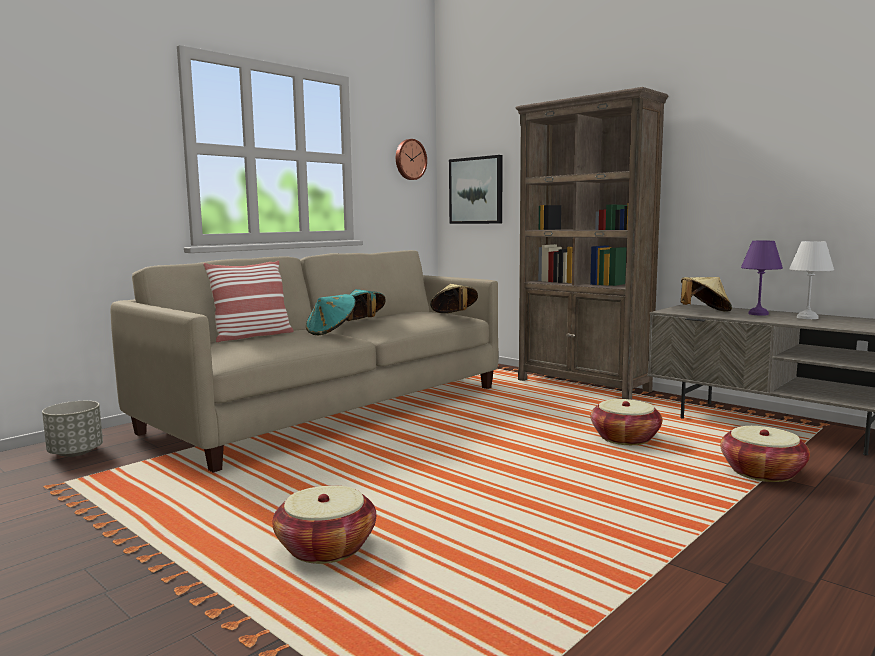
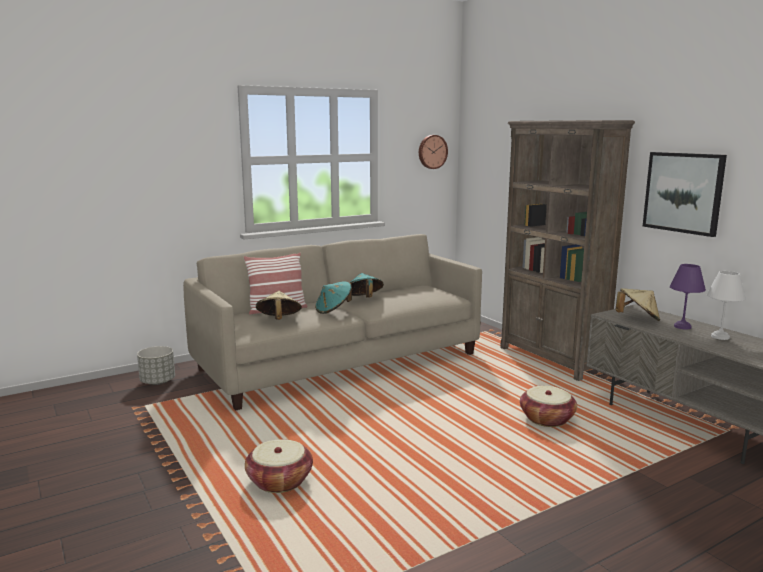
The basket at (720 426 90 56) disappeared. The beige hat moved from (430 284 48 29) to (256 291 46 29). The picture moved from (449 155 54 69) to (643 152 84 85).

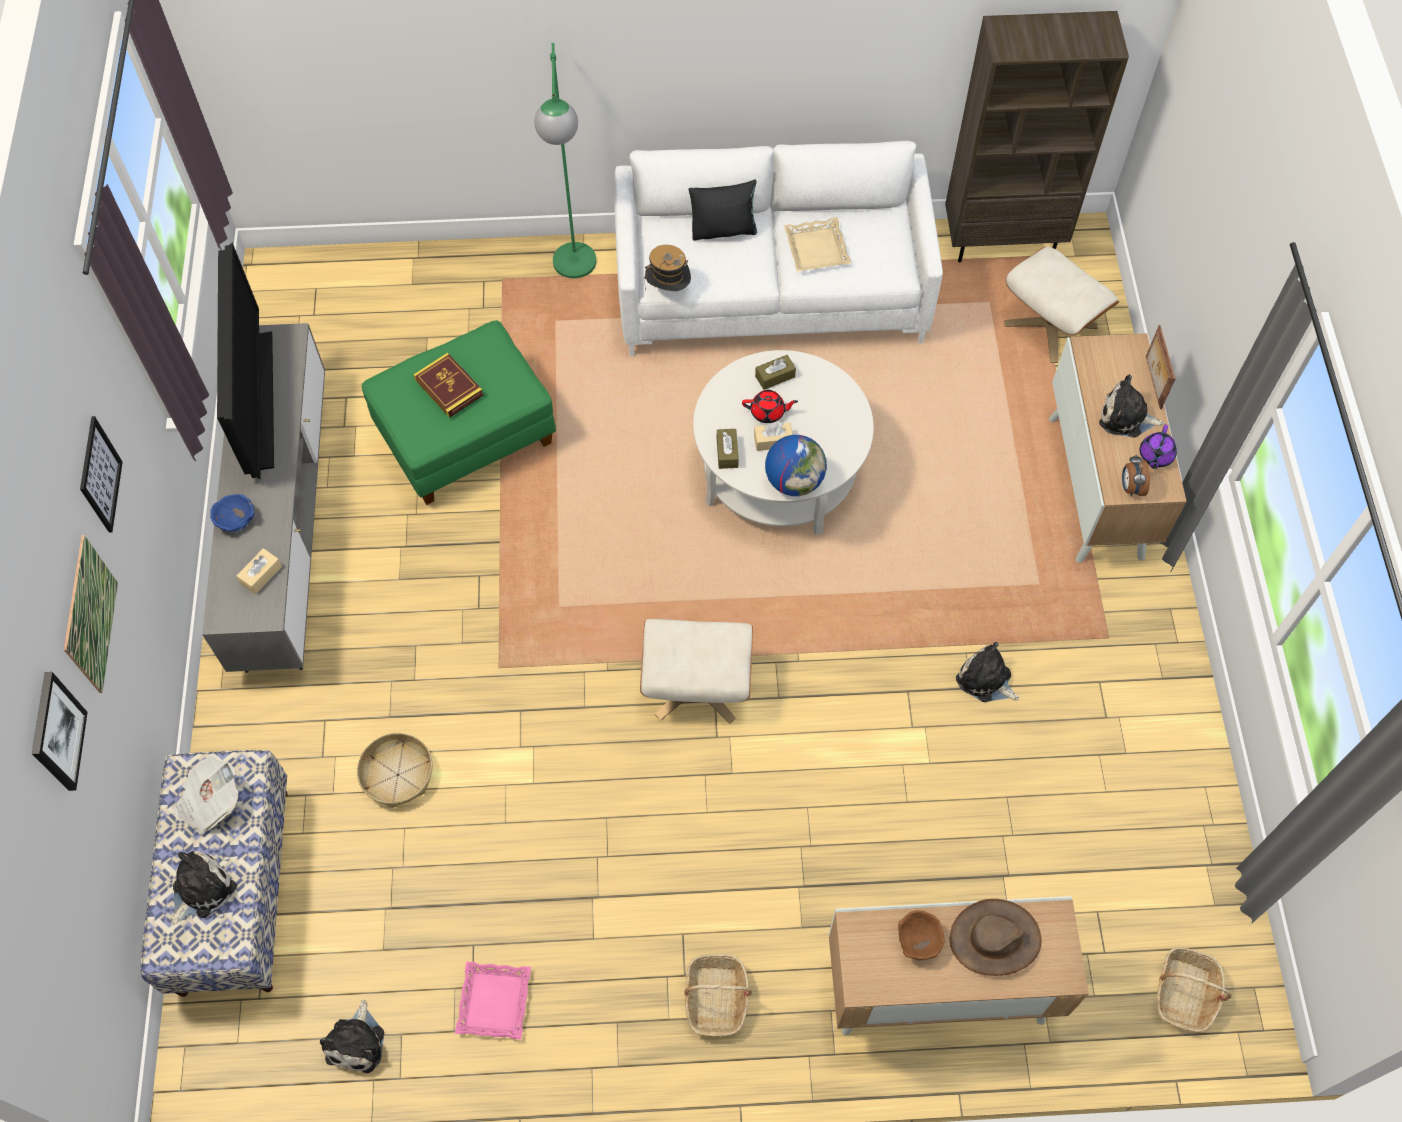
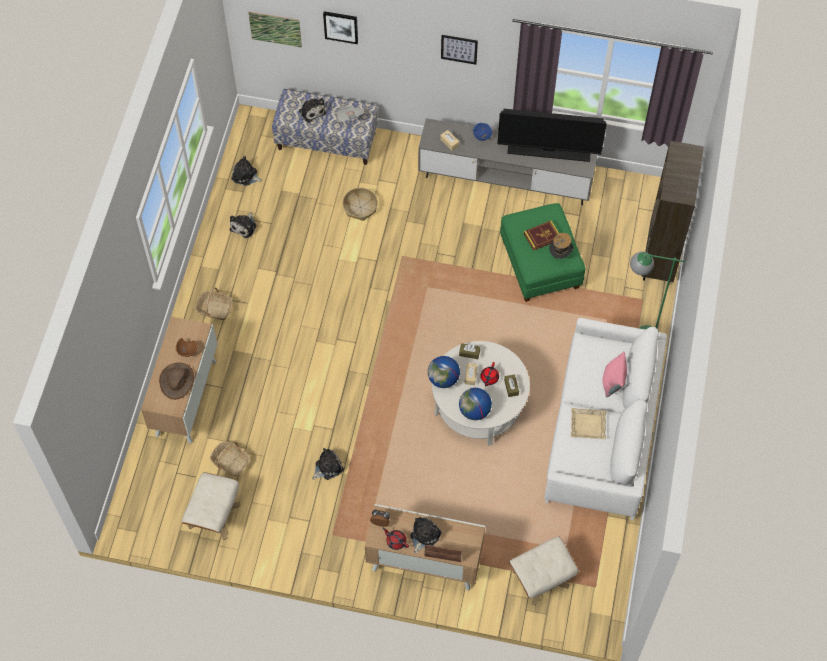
The globe at (459 388 33 32) appeared. The picture moved from (64 535 54 158) to (248 12 54 35). The beige ottoman moved from (640 619 113 105) to (182 472 59 68). The hat moved from (644 245 47 46) to (549 233 25 26). The brown bookcase moved from (945 11 184 252) to (642 141 62 143). The basket moved from (1157 947 75 86) to (210 441 40 35). The pink tray at (455 961 76 79) was replaced by the plush toy at (230 212 26 26). The black pillow at (689 180 68 61) became the pink pillow at (602 352 25 46). The purple teapot at (1140 425 37 44) became the red teapot at (383 528 26 22).

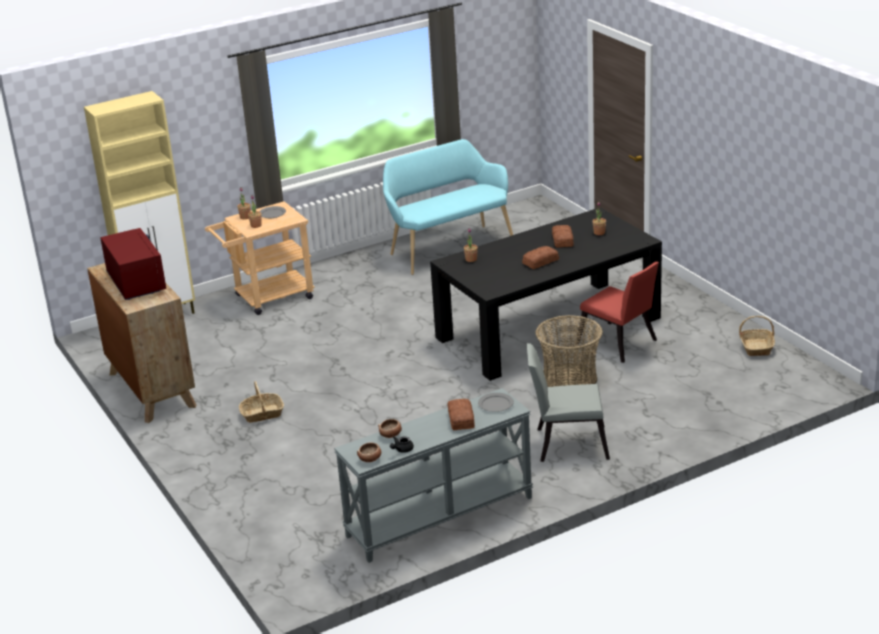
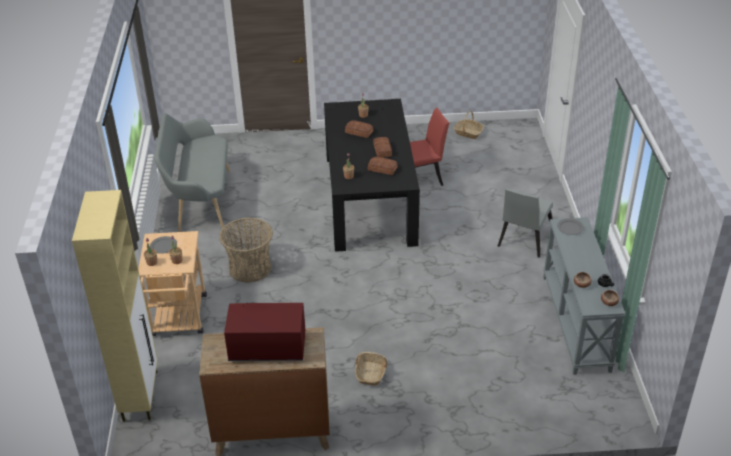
The bread moved from (448 399 27 31) to (368 157 30 18). The basket moved from (535 315 68 72) to (219 218 54 65). The turquoise bench at (383 139 130 136) became the grey bench at (154 113 76 119).

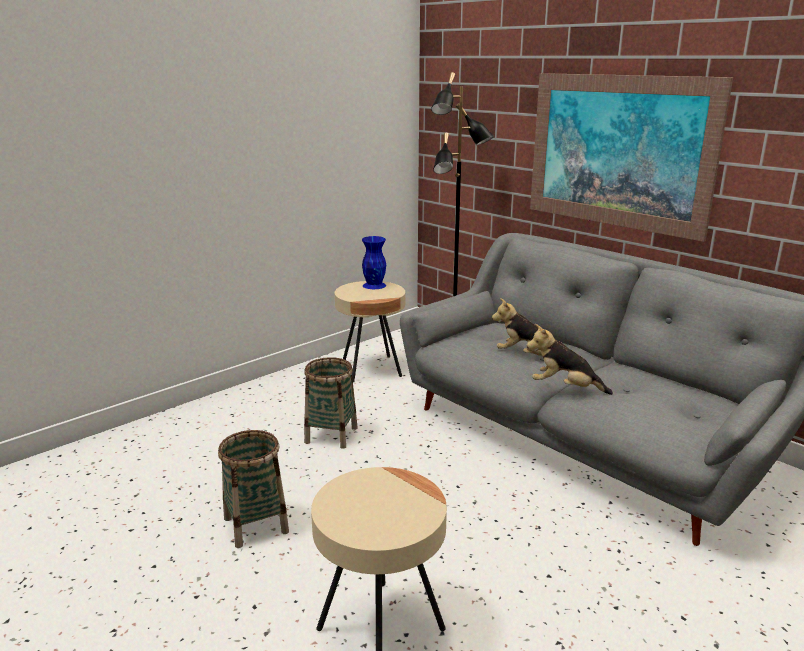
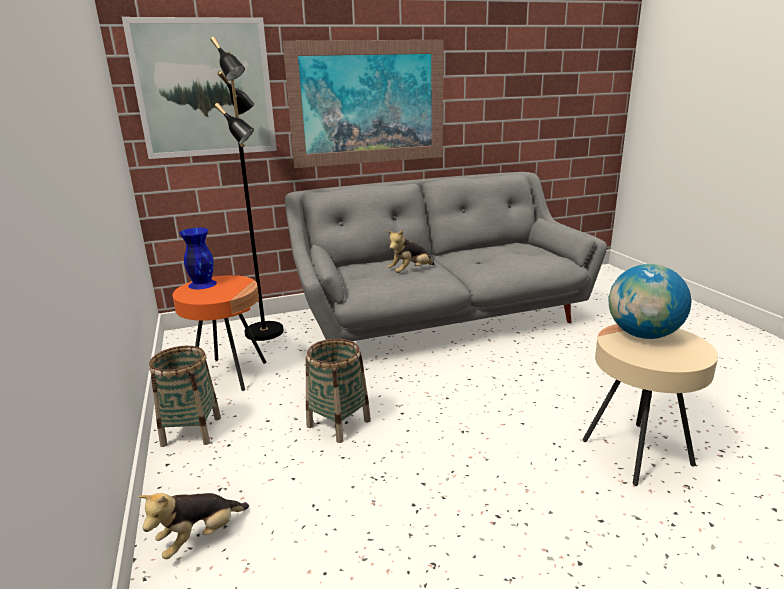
The picture at (122 17 155 142) appeared. The globe at (609 264 83 75) appeared. The basket moved from (218 430 71 118) to (149 346 72 101). The plush toy moved from (527 324 86 71) to (139 493 110 66). The beige side table at (335 281 70 101) became the orange side table at (173 275 93 116).

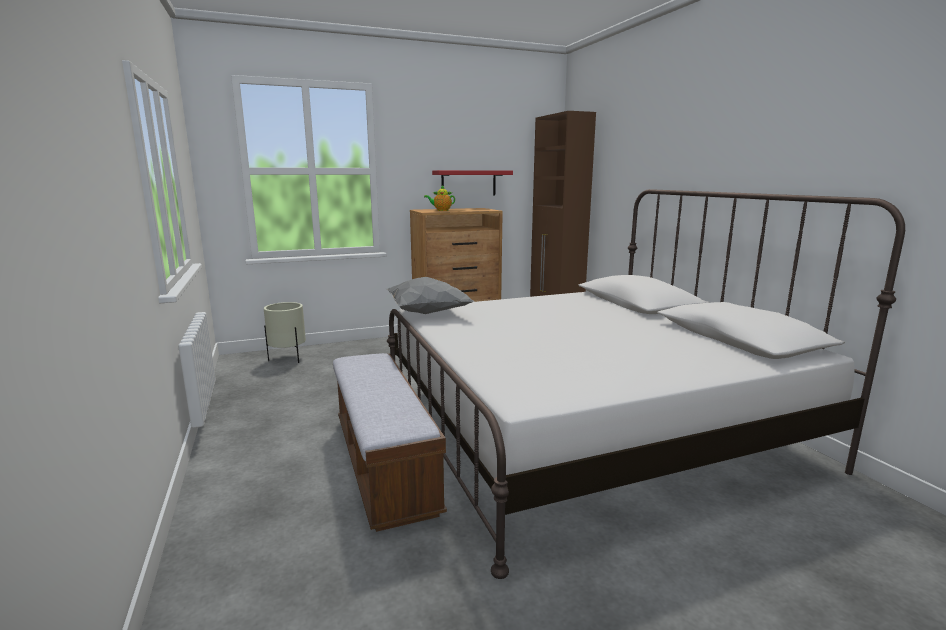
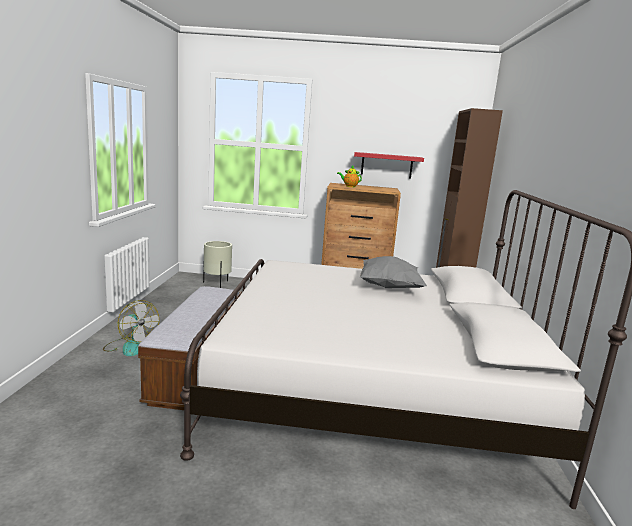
The fan at (103 300 56 56) appeared. The grey pillow moved from (386 277 88 37) to (360 256 67 32).

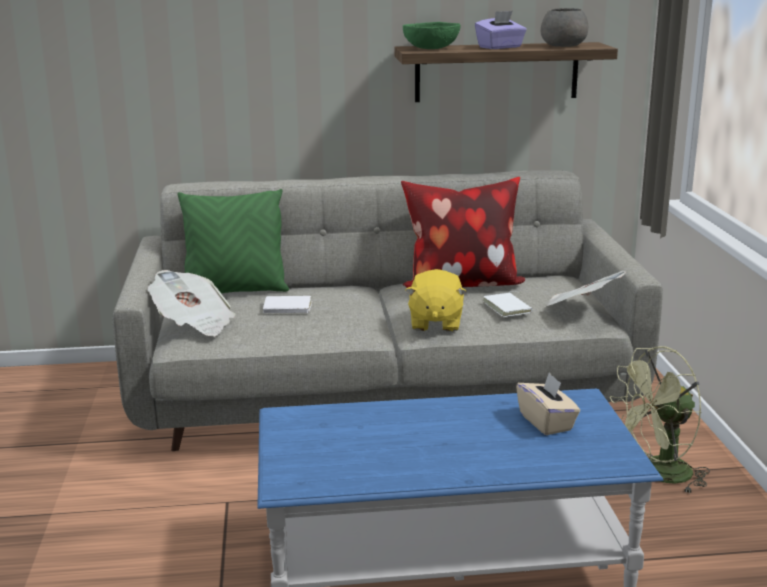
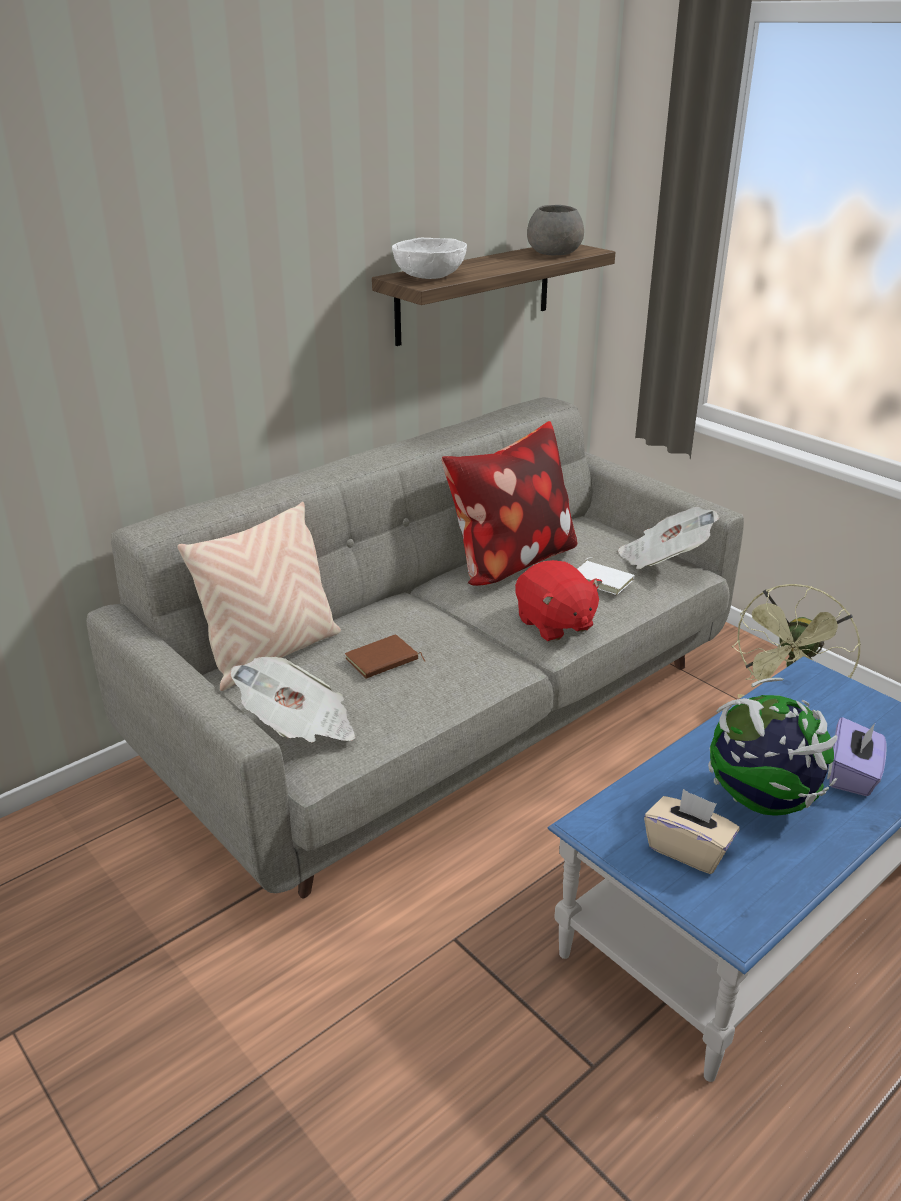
The globe at (708 678 129 138) appeared. The purple tissue box moved from (475 11 52 38) to (830 717 56 79). The beige tissue box moved from (516 373 64 62) to (644 789 95 85). The green pillow at (178 189 111 105) became the beige pillow at (177 502 164 189). The white book at (263 296 49 17) became the brown book at (345 634 80 45). The green bowl at (403 22 58 27) became the white bowl at (392 238 75 41). The yellow plush toy at (405 269 62 63) became the red plush toy at (515 560 87 82).

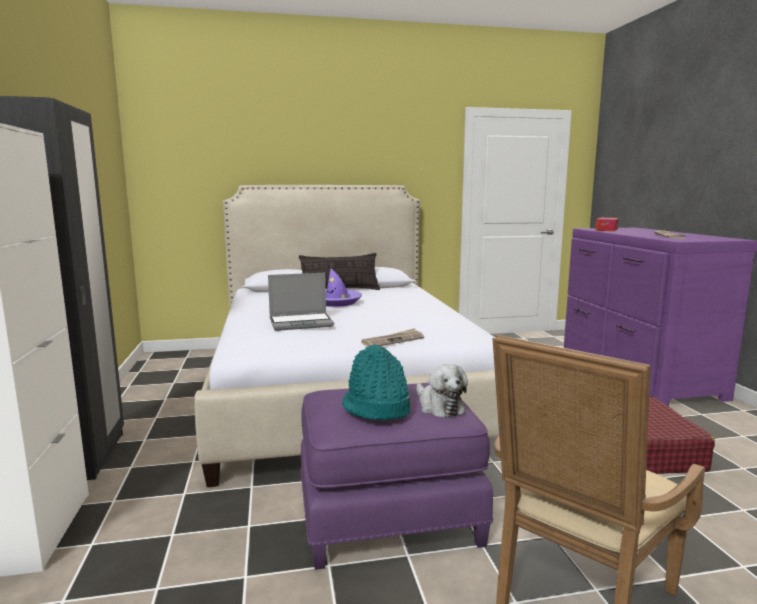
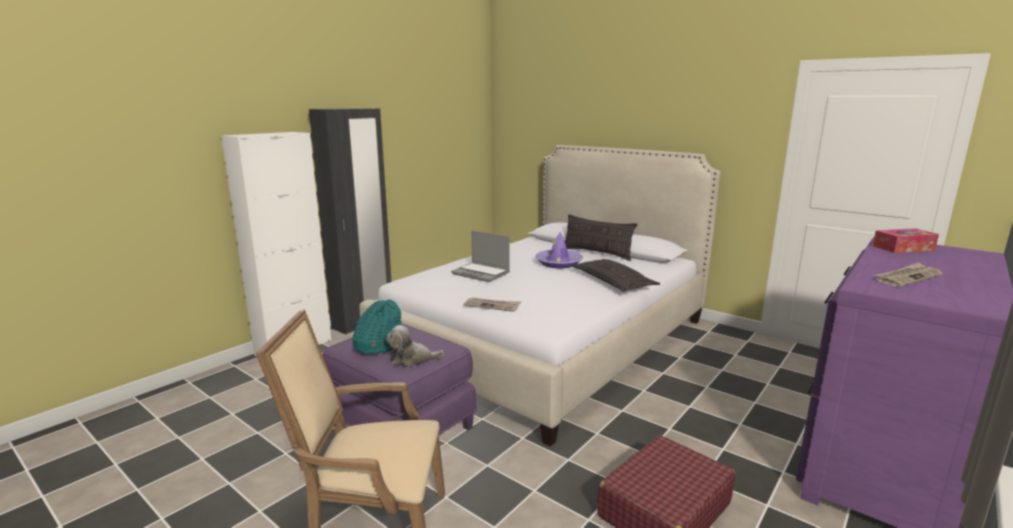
The pillow at (571 259 89 32) appeared. The plush toy at (416 364 52 54) turned 60 degrees clockwise.

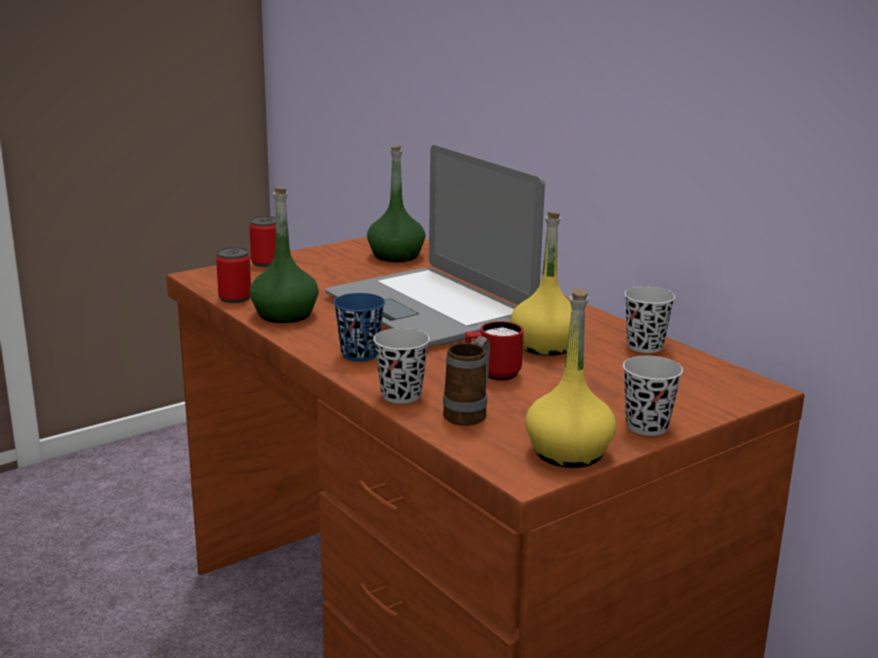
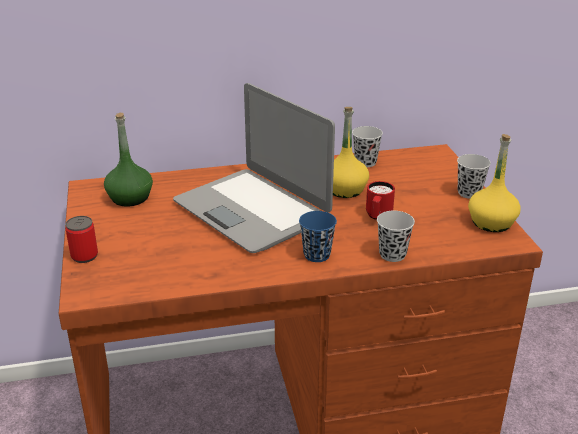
The can at (216 247 35 56) disappeared. The green bottle at (250 187 69 136) disappeared. The mug at (443 337 47 89) disappeared. The laptop at (325 145 220 201) turned 60 degrees clockwise.

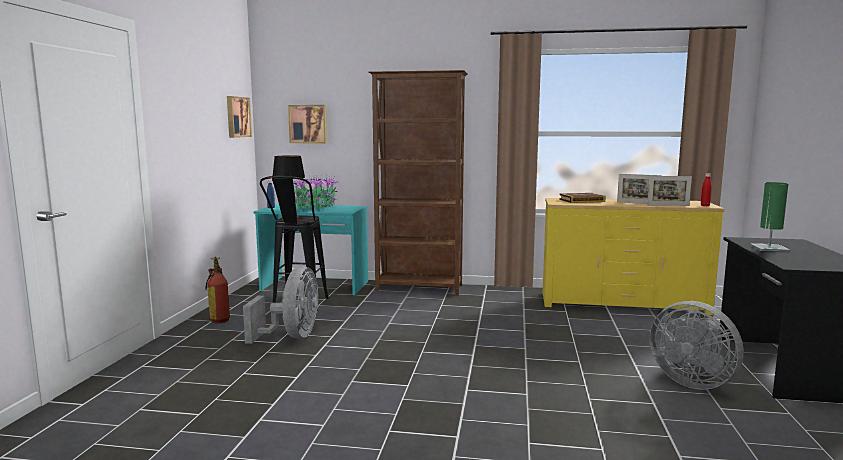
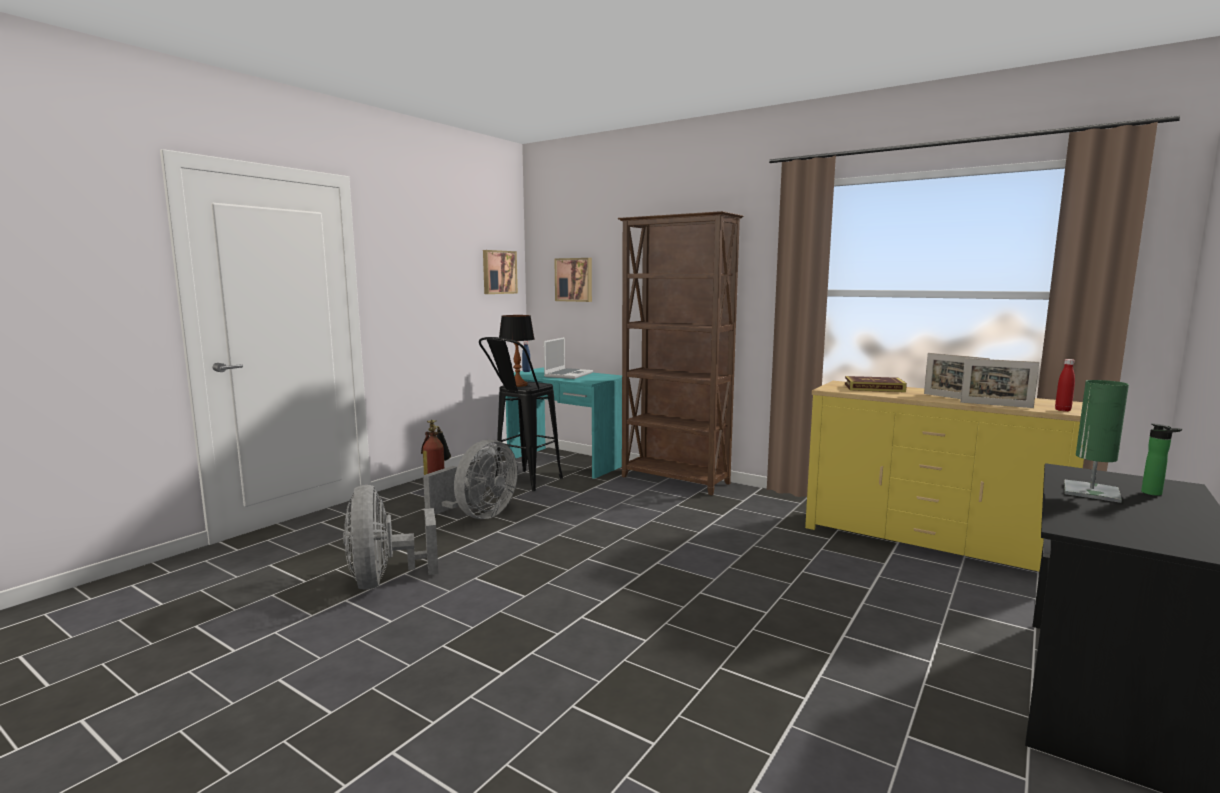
The bottle at (1141 424 41 72) appeared. The grey fan moved from (650 301 94 89) to (343 485 96 104). The potted plant at (293 175 46 35) was replaced by the laptop at (544 337 49 42).

